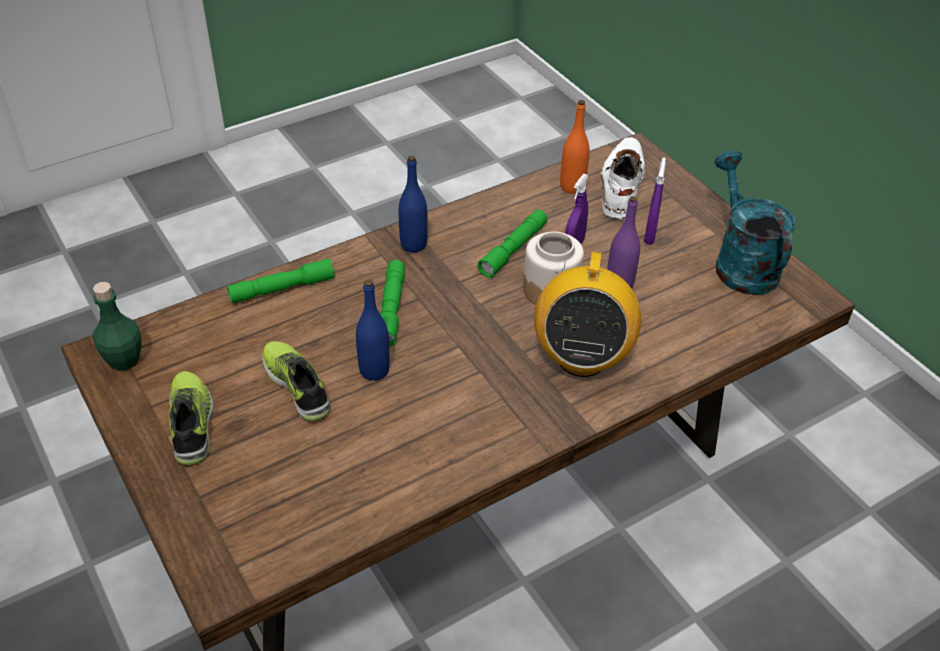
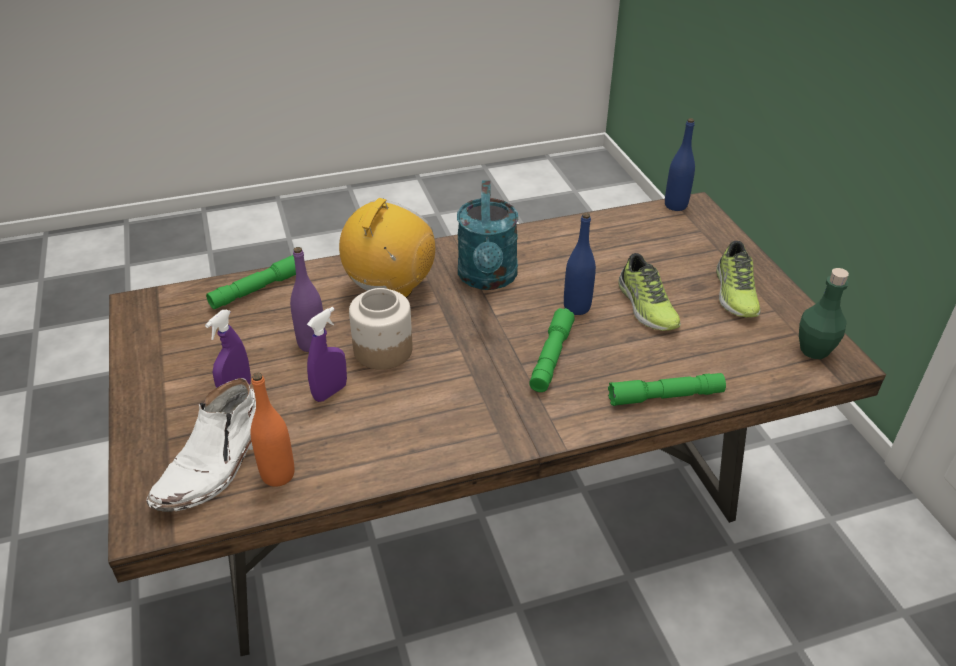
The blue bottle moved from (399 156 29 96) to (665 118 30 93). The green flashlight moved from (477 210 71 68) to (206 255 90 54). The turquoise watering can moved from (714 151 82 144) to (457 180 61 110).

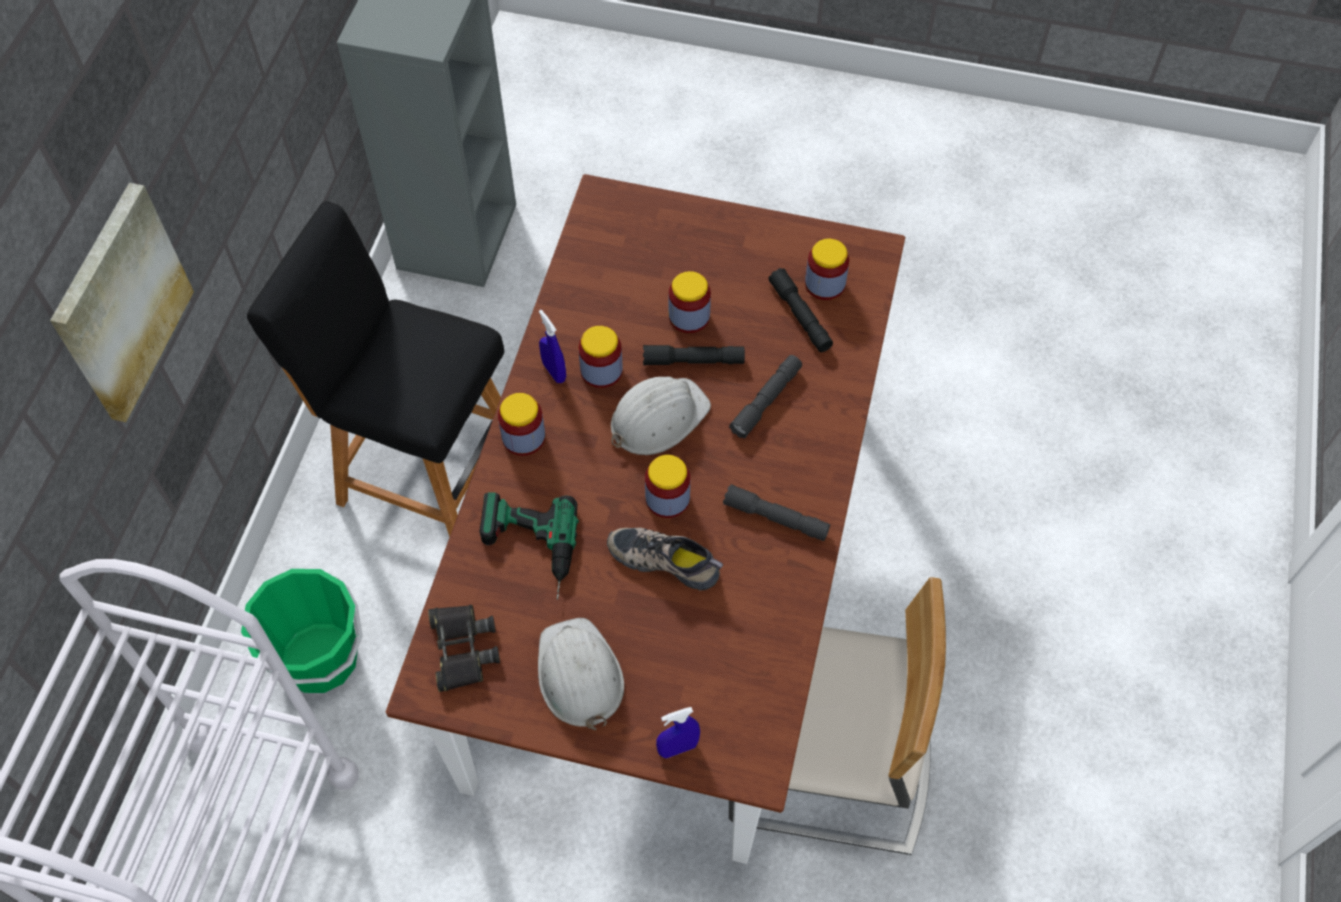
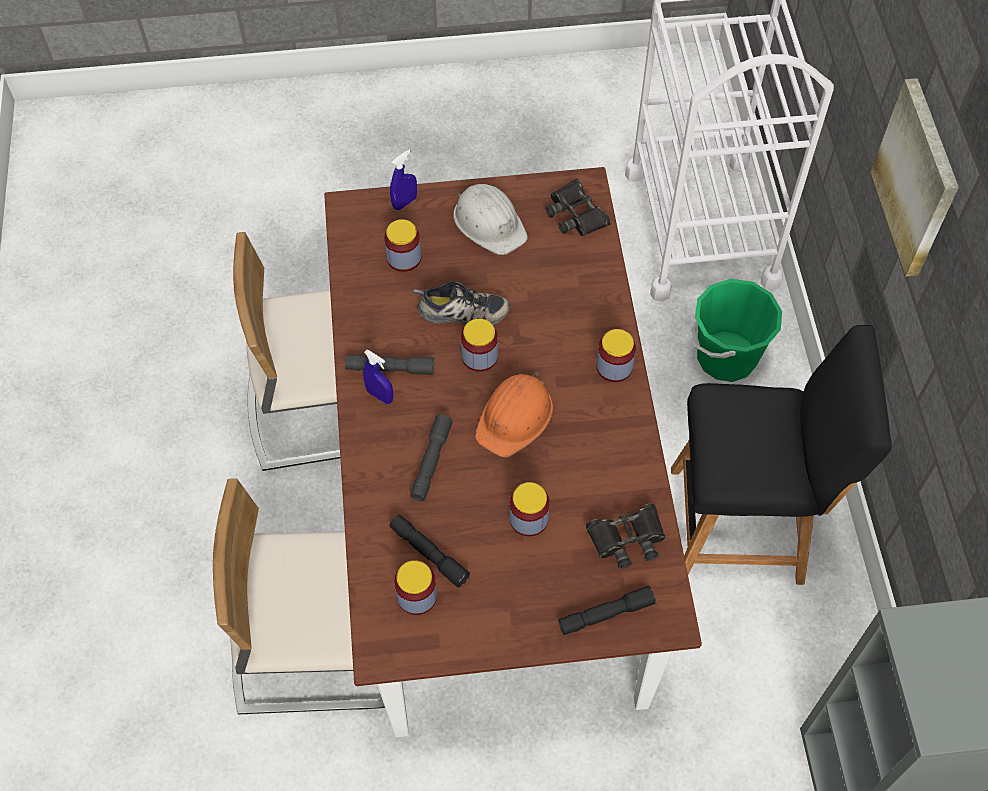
The power drill at (479 492 100 108) disappeared. The beige chair at (213 478 172 237) appeared. The black binoculars at (586 503 80 66) appeared. The blue spray bottle moved from (539 310 27 73) to (363 350 30 54). The jar moved from (578 326 45 62) to (384 219 37 53). The black flashlight moved from (643 345 102 20) to (558 586 98 49). The white hard hat at (611 377 100 78) became the orange hard hat at (475 372 78 85).

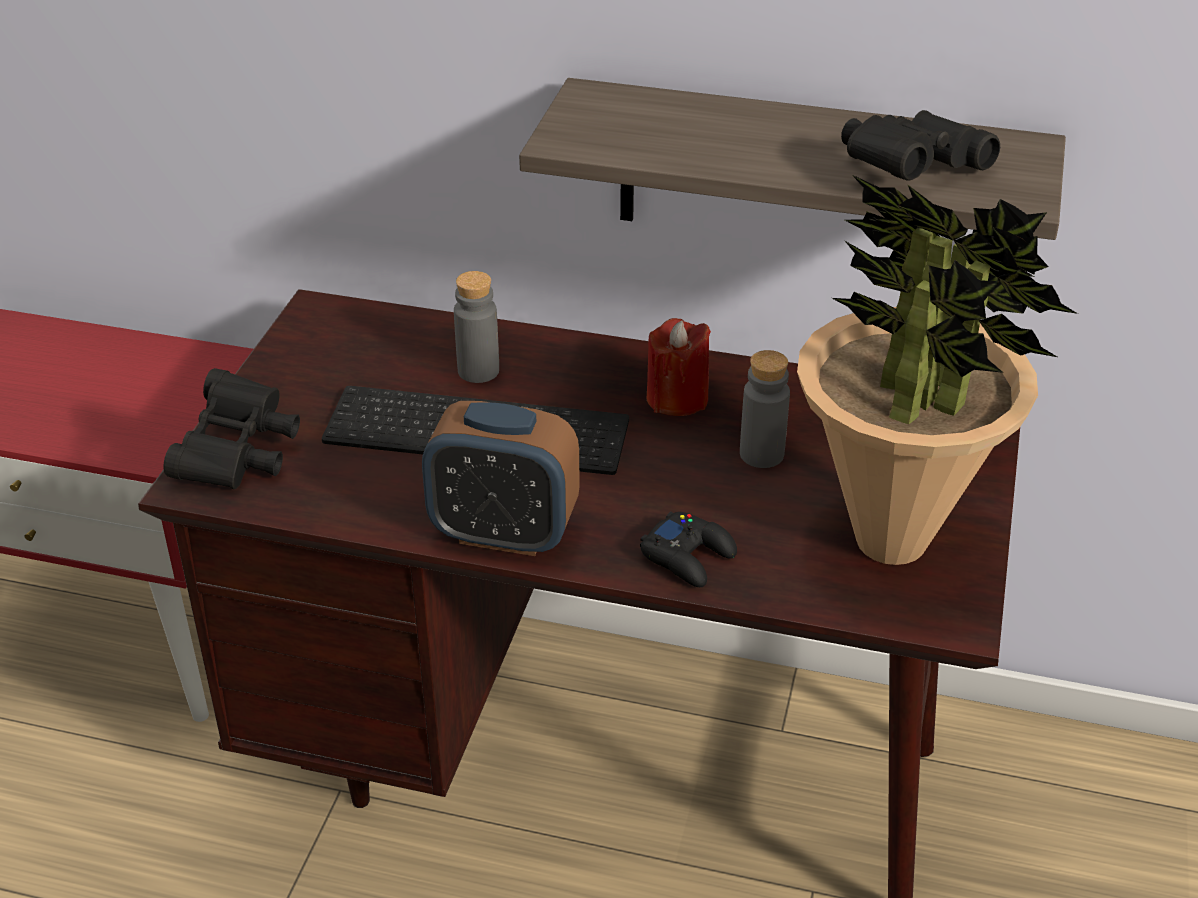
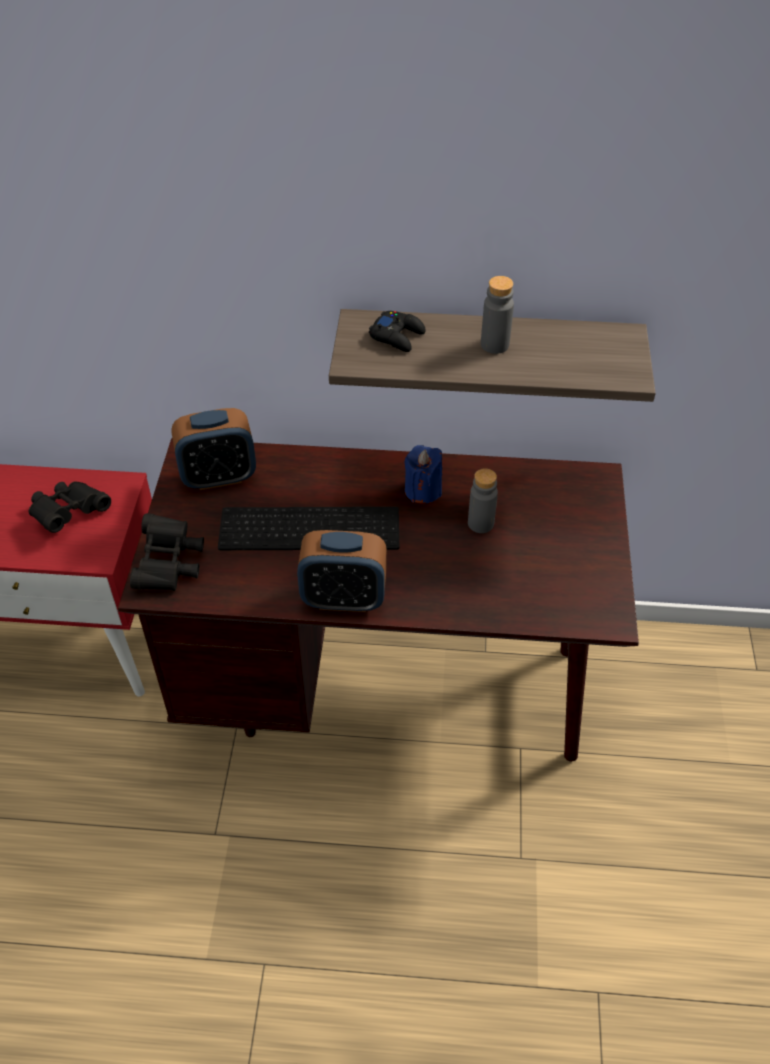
The potted plant at (797 174 281 391) disappeared. The alarm clock at (171 408 85 82) appeared. The grey bottle moved from (454 271 45 112) to (481 276 33 78). The black game controller moved from (640 512 97 75) to (369 311 57 41). The black binoculars moved from (841 110 159 71) to (29 482 82 51). The red candle at (647 318 64 98) became the blue candle at (404 445 38 58).

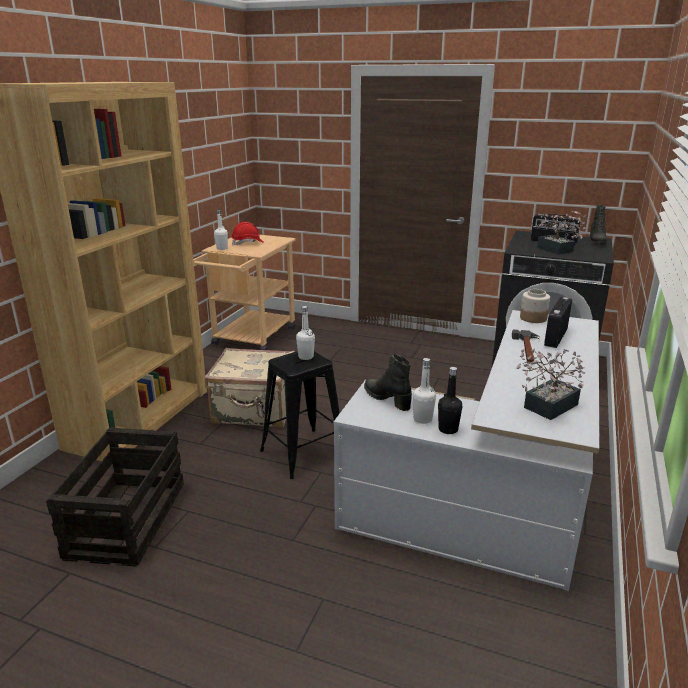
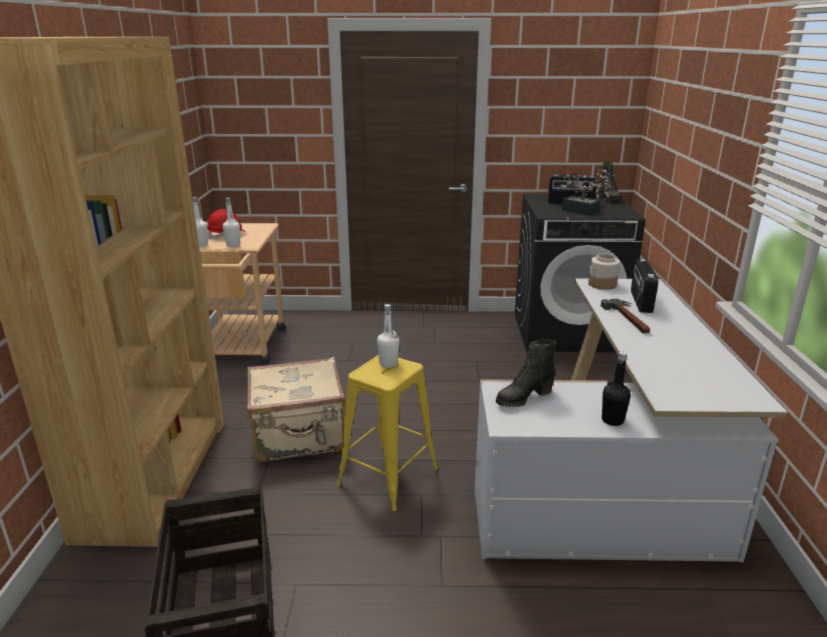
The potted plant at (516 348 69 72) disappeared. The white bottle moved from (413 358 23 66) to (223 197 17 50). The black stool at (260 351 80 128) became the yellow stool at (336 354 102 157). The black boot at (364 354 48 57) turned 60 degrees counterclockwise.

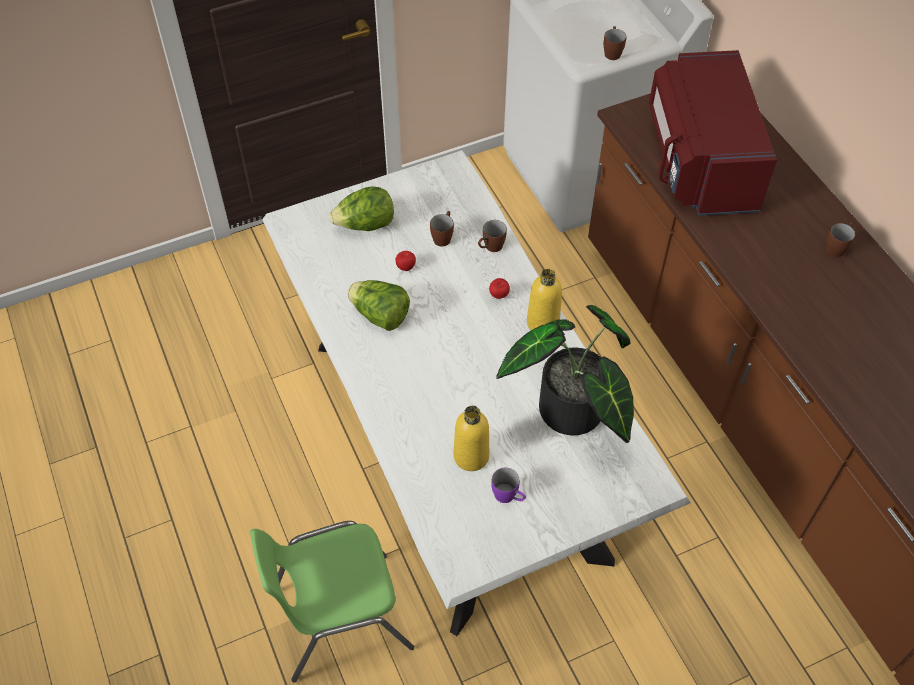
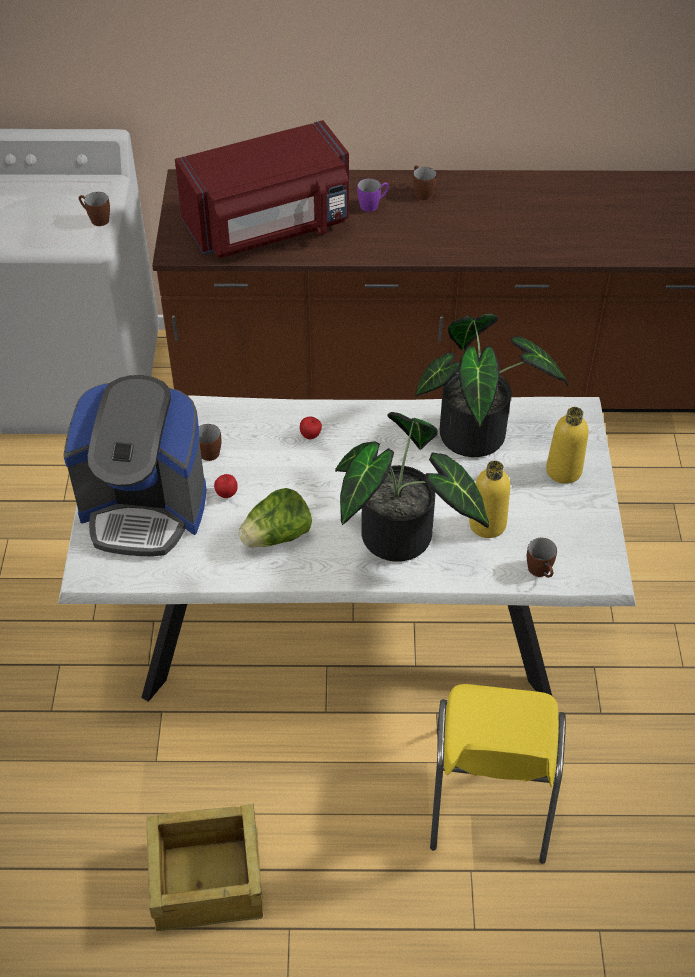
The crate at (146 803 117 128) appeared. The potted plant at (335 412 154 150) appeared. The brown mug moved from (478 220 29 32) to (527 538 30 40). The purple mug moved from (491 468 35 35) to (357 178 32 34). The yellow bottle moved from (527 269 35 61) to (546 407 43 77). The lettuce at (329 186 65 45) was replaced by the coffee machine at (63 375 143 181). The green chair at (250 521 164 162) became the yellow chair at (430 684 136 180). The red microwave at (649 50 128 166) turned 45 degrees counterclockwise.

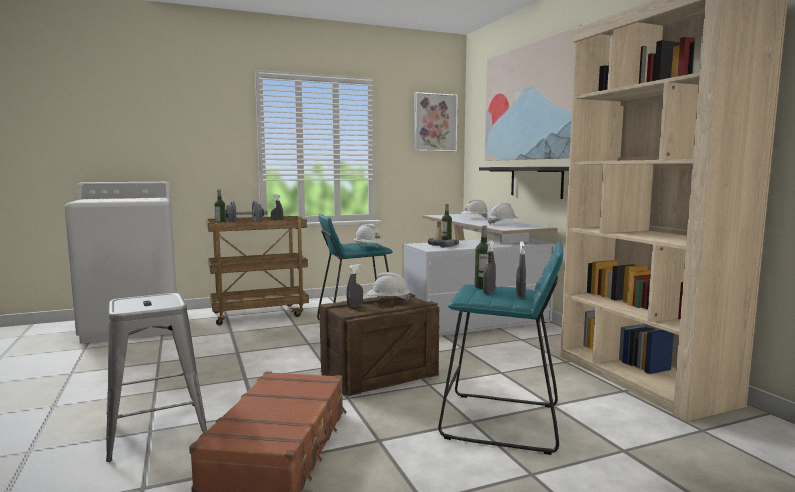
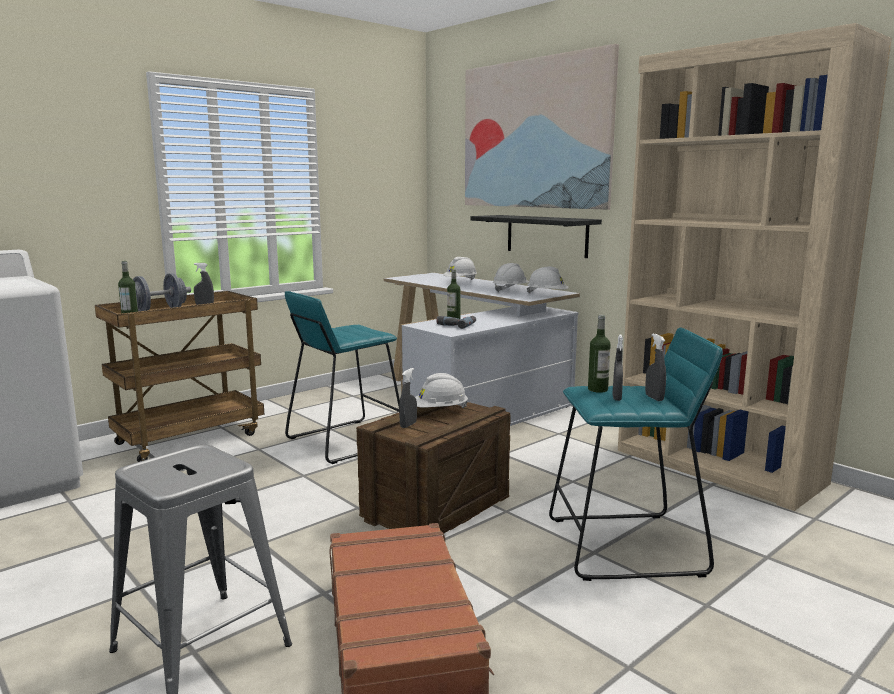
The picture at (414 92 44 59) disappeared. The white hard hat moved from (354 224 32 22) to (527 266 42 28).

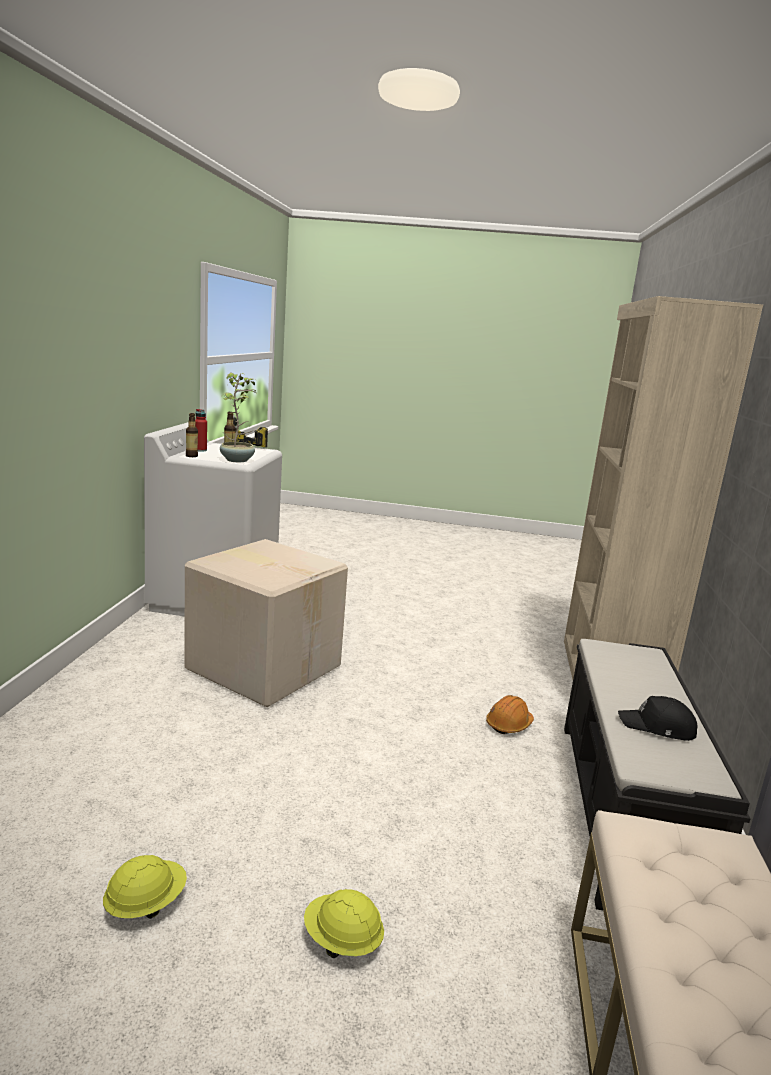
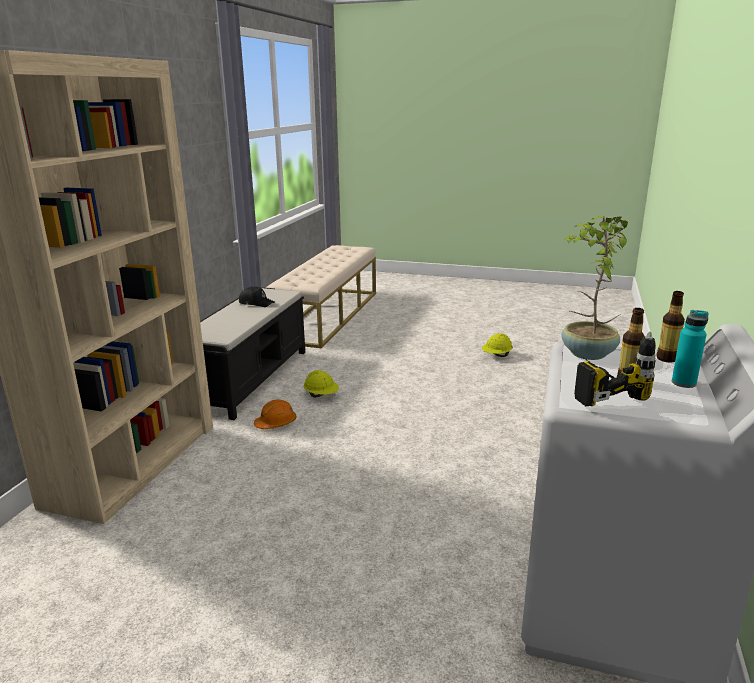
The cardboard box at (185 539 163 168) disappeared. The yellow hard hat moved from (304 889 80 69) to (304 370 35 28). The red bottle at (195 409 12 43) became the turquoise bottle at (672 310 36 78).

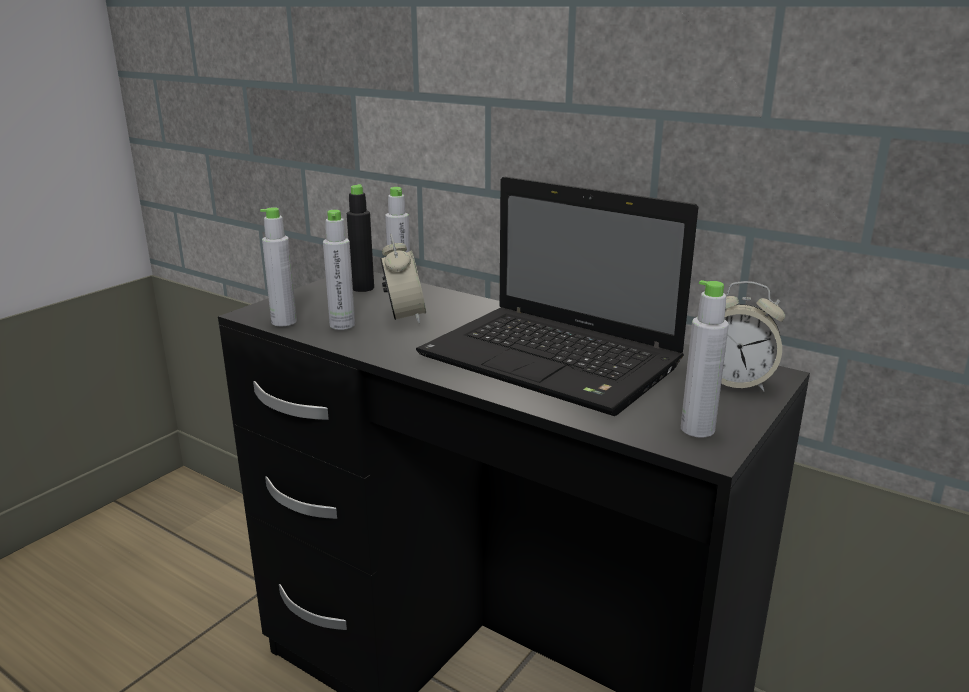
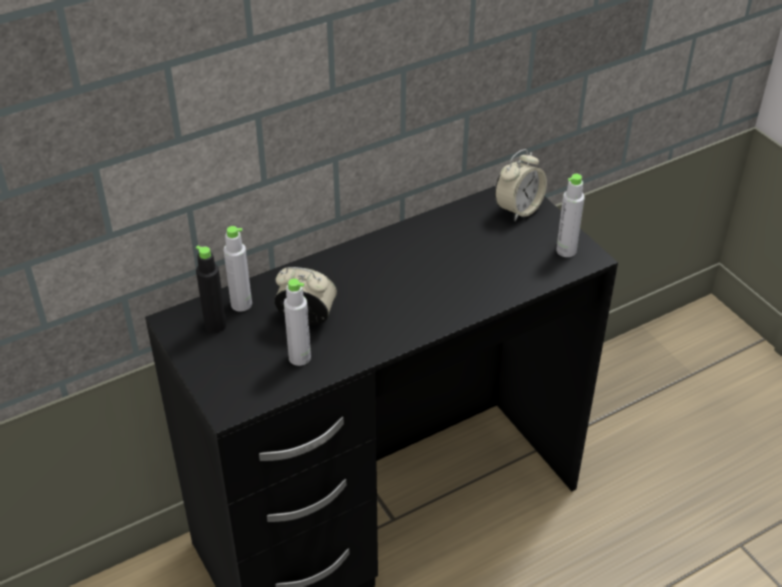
The grey bottle at (260 207 37 119) disappeared. The laptop at (416 177 282 239) disappeared.

